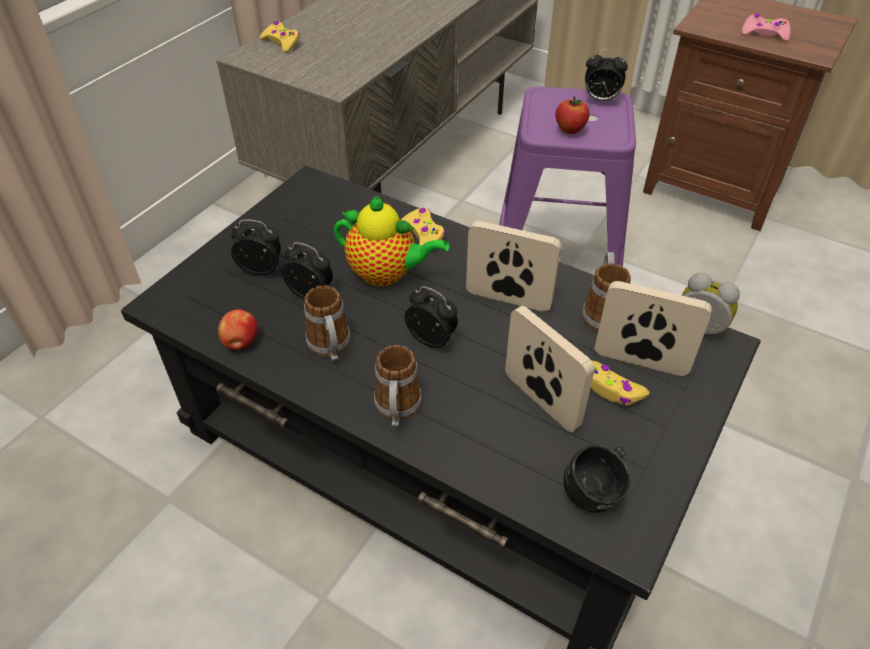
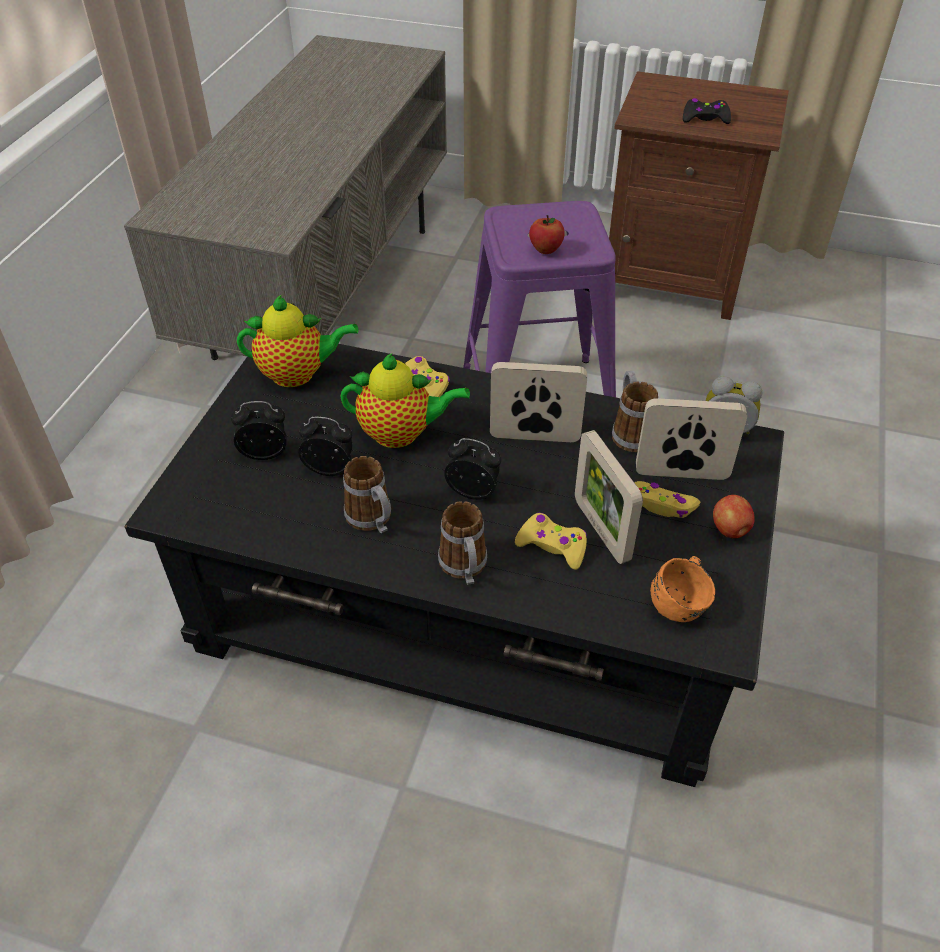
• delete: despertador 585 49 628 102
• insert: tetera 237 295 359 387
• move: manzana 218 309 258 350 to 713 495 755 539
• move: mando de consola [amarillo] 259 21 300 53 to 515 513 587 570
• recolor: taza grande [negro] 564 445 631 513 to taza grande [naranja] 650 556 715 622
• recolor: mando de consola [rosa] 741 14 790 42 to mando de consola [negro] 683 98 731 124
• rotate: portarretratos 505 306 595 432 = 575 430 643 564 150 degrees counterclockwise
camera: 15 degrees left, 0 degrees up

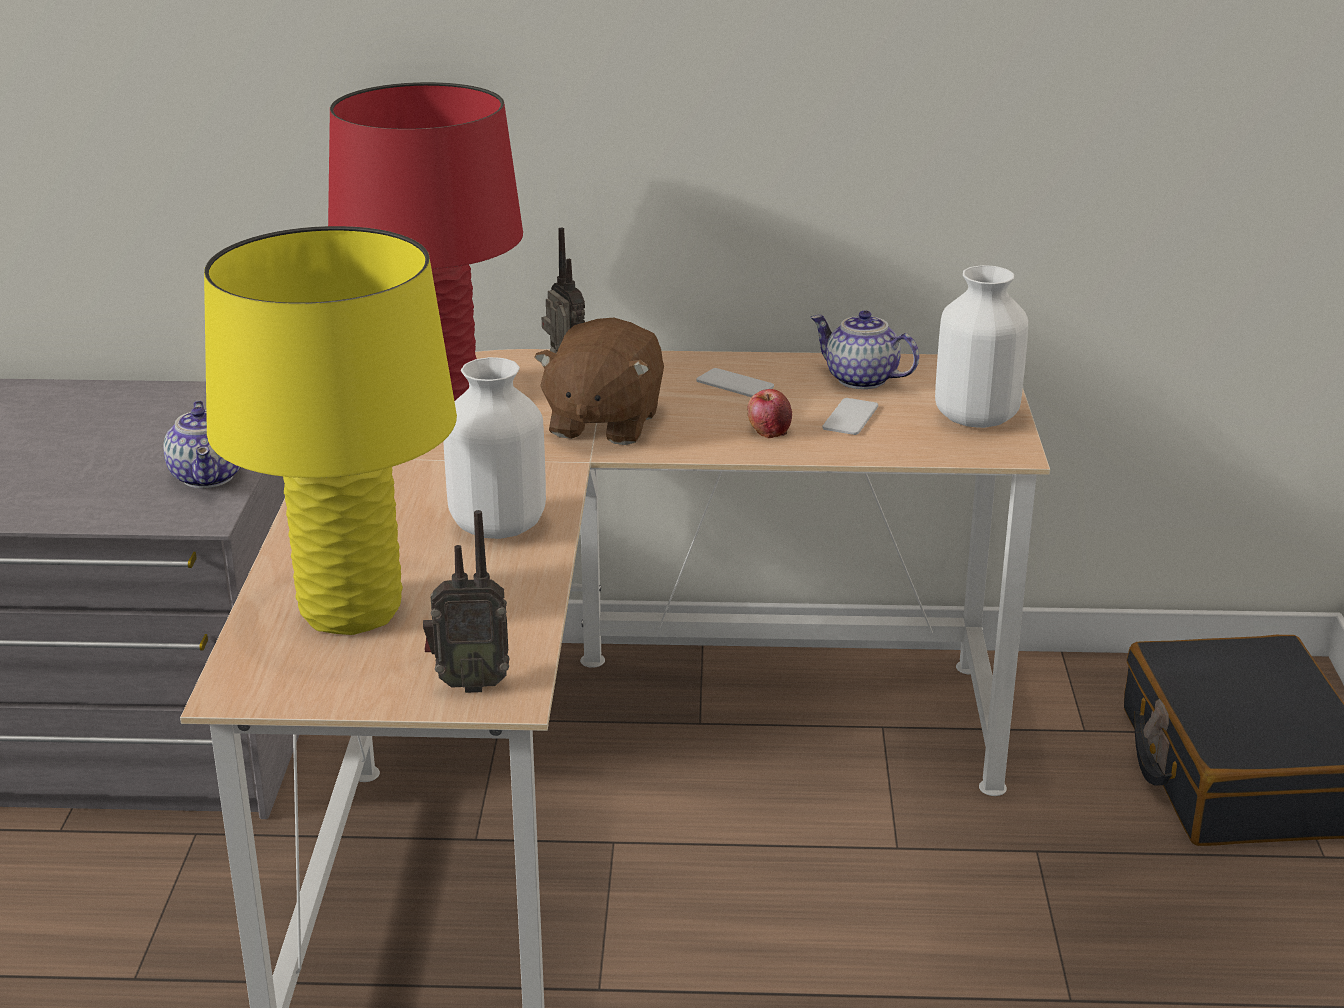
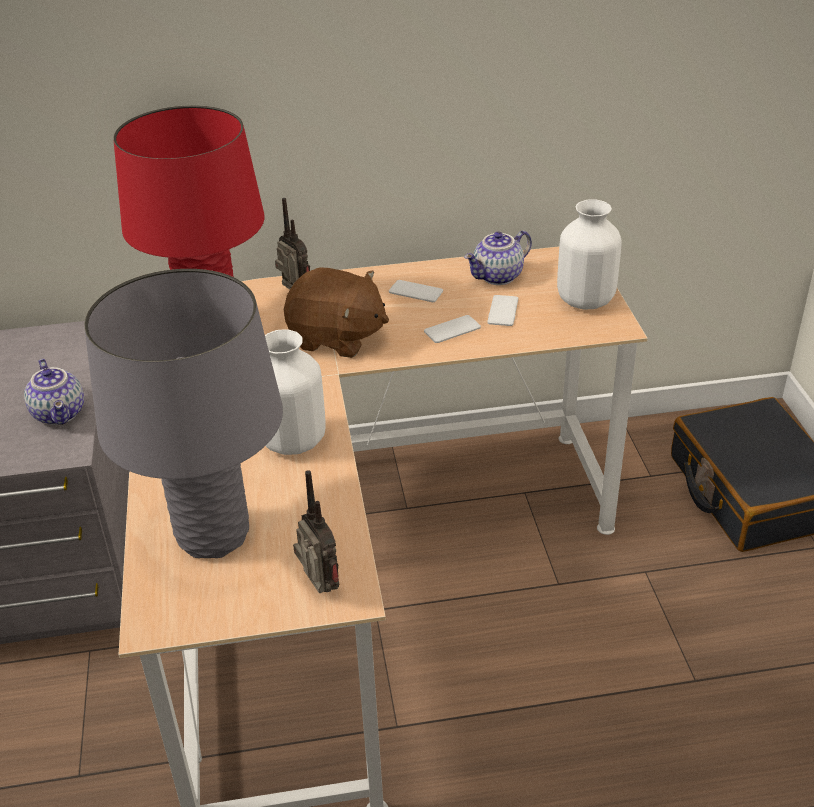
• replace: manzana 747 389 792 438 to móvil 424 315 481 343
• recolor: lámpara de mesa [amarillo] 204 226 457 635 to lámpara de mesa [gris] 84 269 283 558
• rotate: radio 423 510 510 693 = 293 470 339 594 105 degrees counterclockwise
• rotate: peluche [marrón] 534 318 664 445 = 284 267 389 358 75 degrees counterclockwise
• rotate: tetera 811 310 919 389 = 464 230 532 285 60 degrees counterclockwise
camera: 10 degrees left, 10 degrees up

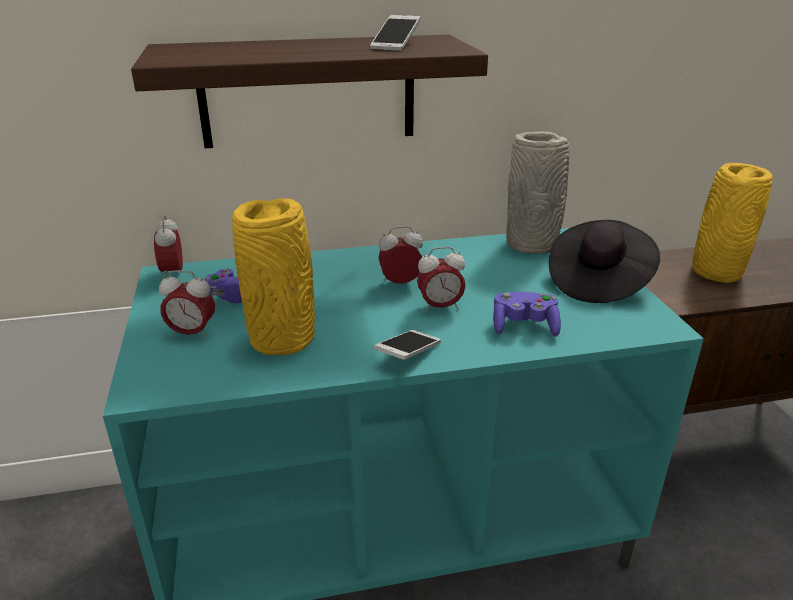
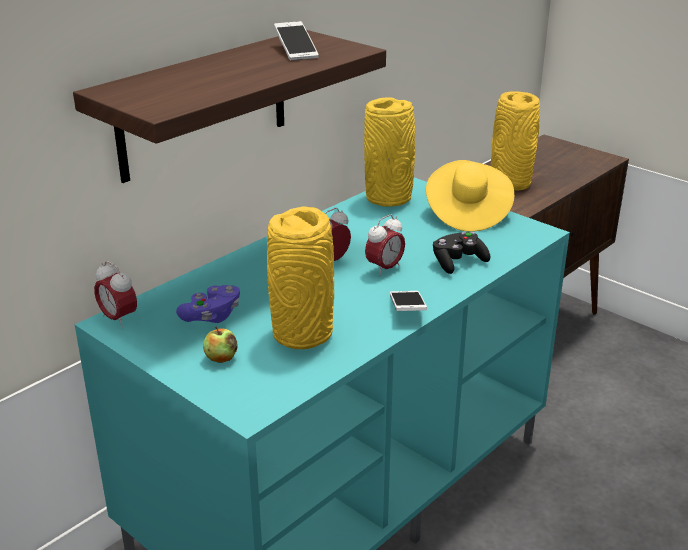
• replace: despertador 159 270 215 339 to manzana 203 327 238 363
• recolor: mando de consola [morado] 493 292 561 337 to mando de consola [negro] 433 232 490 274
• recolor: florero [gris] 506 132 569 254 to florero [amarillo] 364 97 415 207
• recolor: sombrero [negro] 549 220 660 303 to sombrero [amarillo] 426 160 514 232
camera: 35 degrees left, 0 degrees up

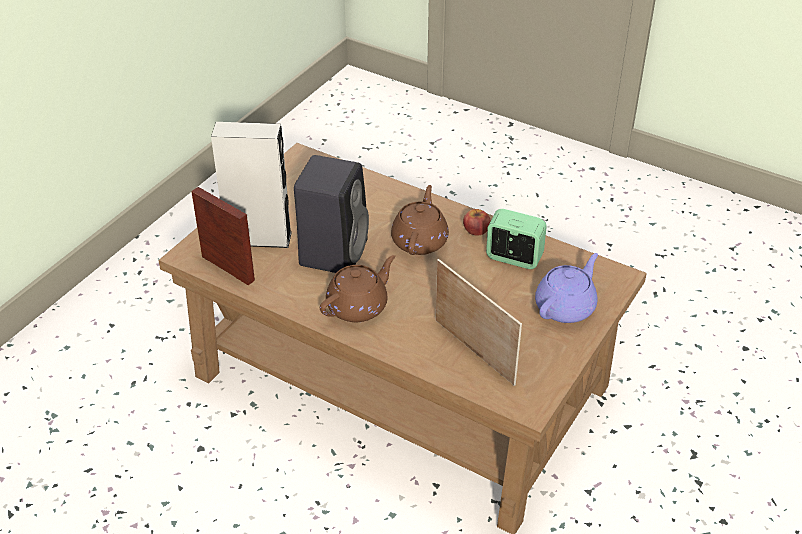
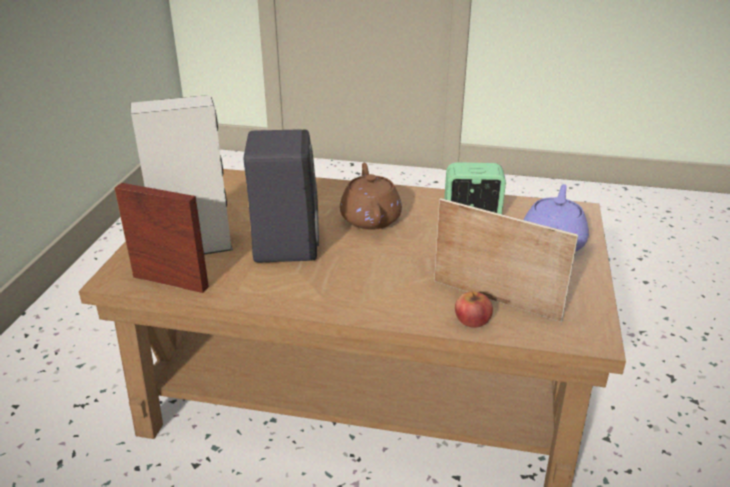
• delete: tetera [marrón] 320 255 395 322
• move: manzana 463 209 491 236 to 455 292 493 328
camera: 20 degrees left, 10 degrees down

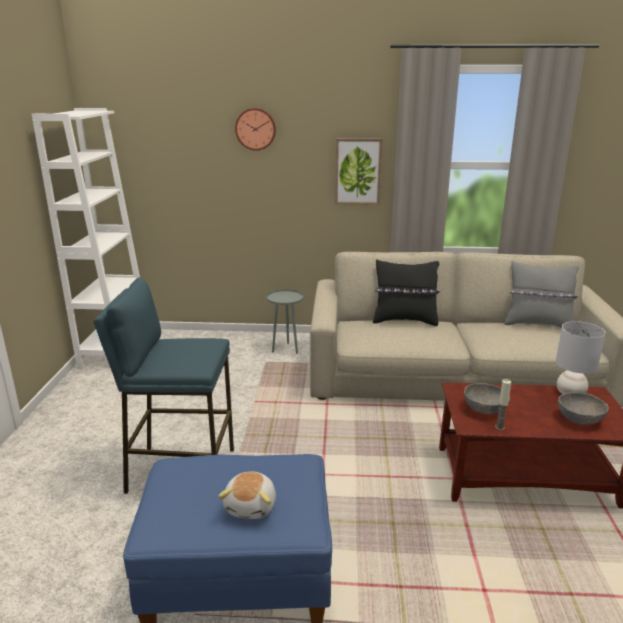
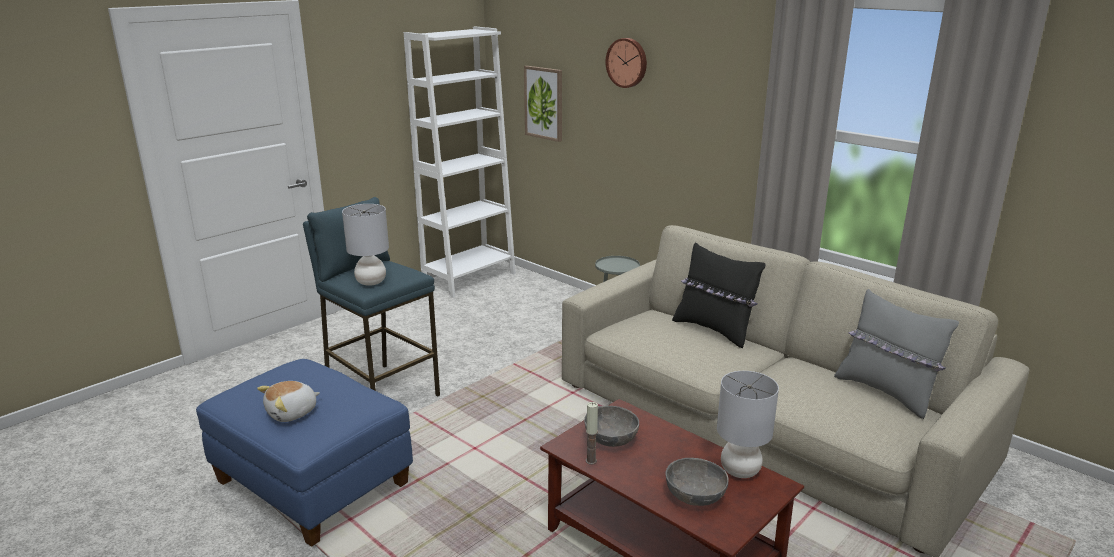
• insert: lámpara de mesa [gris] 342 204 389 286
• move: cuadro 335 138 382 205 to 524 66 562 142
camera: 40 degrees right, 0 degrees up

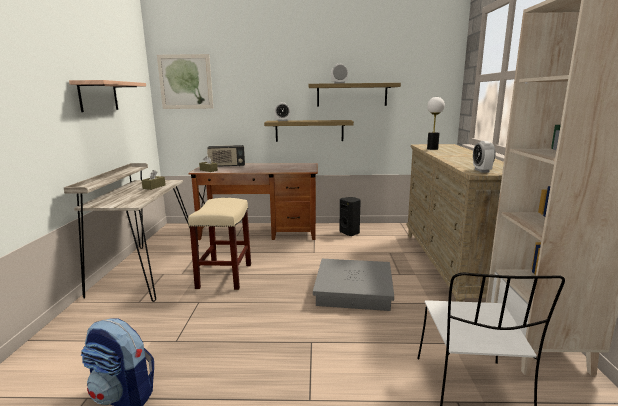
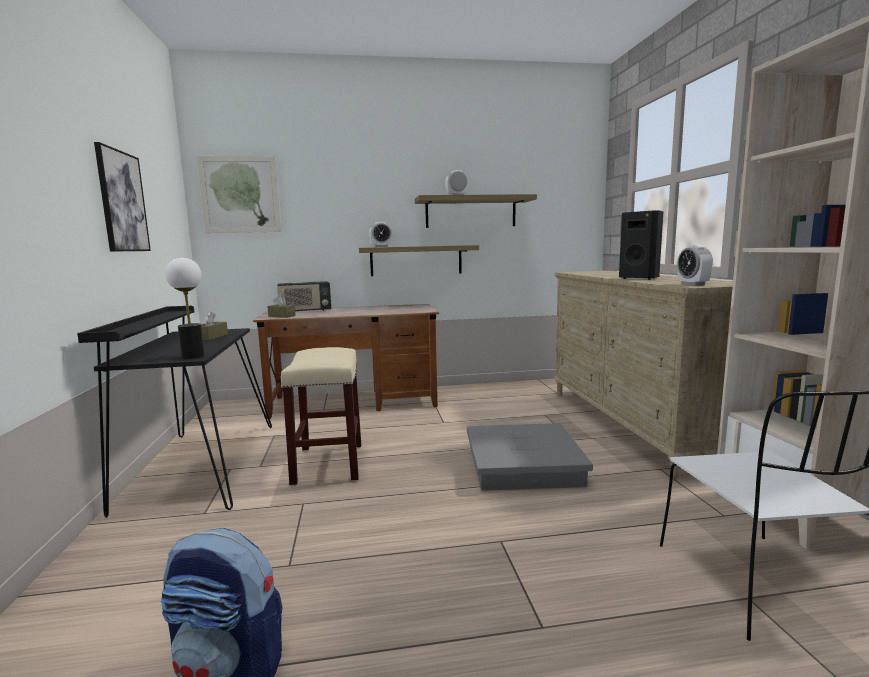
• move: altavoz [negro] 339 197 361 236 to 619 210 664 280
• move: lámpara de mesa 427 97 445 150 to 165 257 205 359
• replace: estante 69 80 146 112 to cuadro 94 142 151 252
• recolor: escritorio [beis] 64 163 199 302 to escritorio [negro] 77 306 272 518
camera: 10 degrees left, 5 degrees down

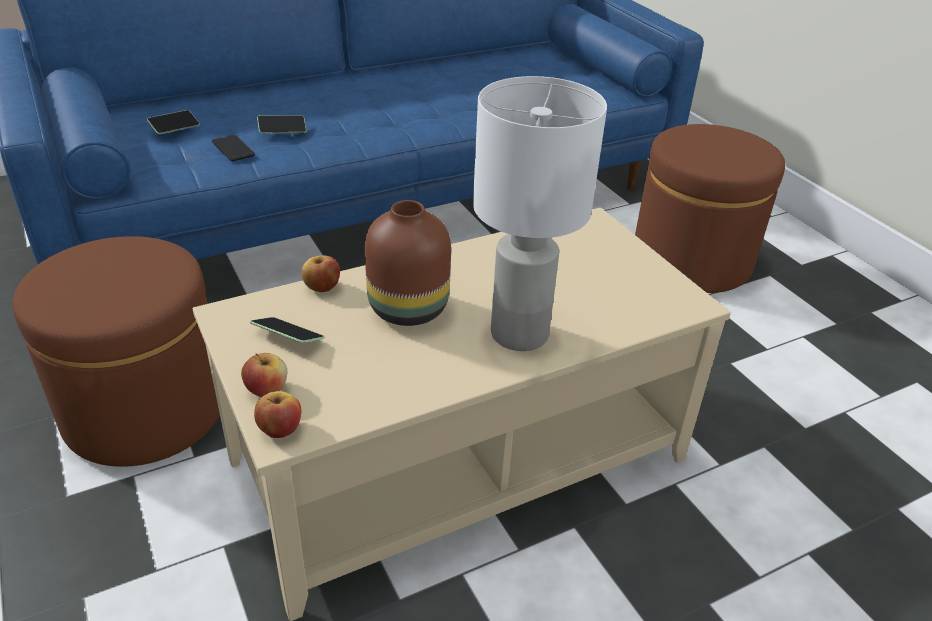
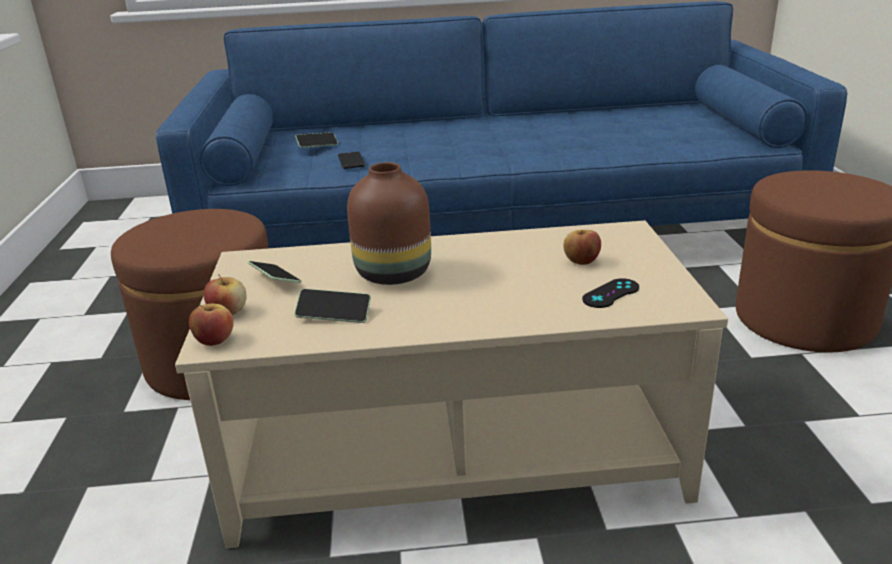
• delete: lámpara de mesa [blanco] 473 76 607 351
• insert: mando de consola [negro] 582 278 639 308
• move: móvil 257 115 307 134 to 294 289 371 323
• move: manzana 301 255 340 292 to 563 230 601 265
camera: 25 degrees right, 10 degrees down

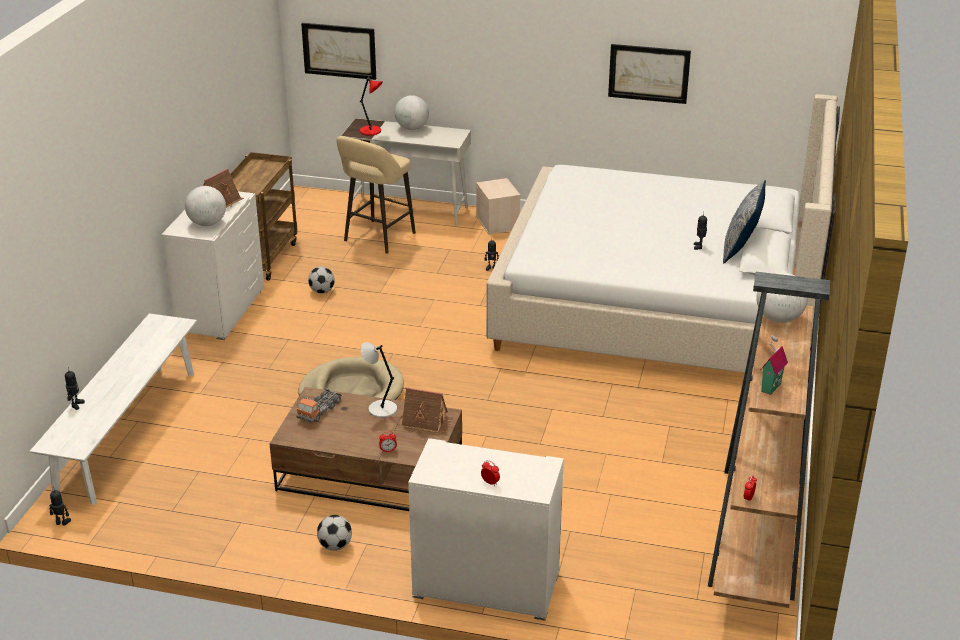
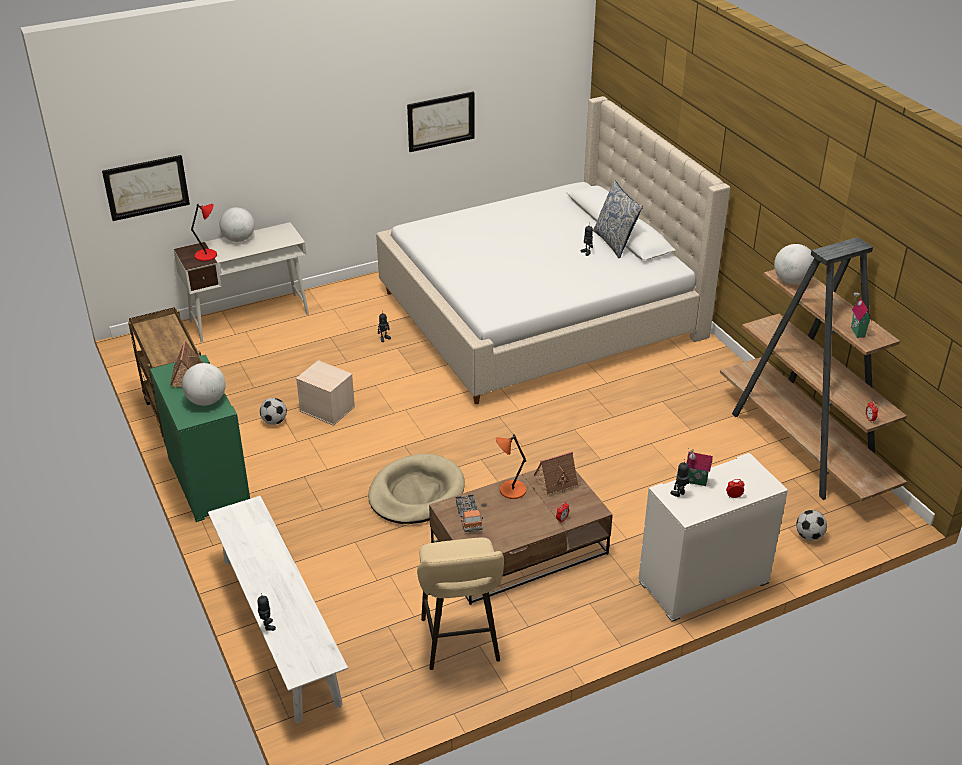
• insert: casita 687 448 713 486
• move: robot de juguete 50 490 71 525 to 670 459 689 497
• move: balón de fútbol 317 515 352 551 to 796 510 827 540
• move: taburete [beis] 336 136 416 254 to 417 538 504 670
• move: caja de almacenaje [beis] 476 178 520 234 to 296 360 355 426
• recolor: cómoda [blanco] 161 191 264 340 to cómoda [verde] 150 355 250 522
• recolor: lámpara de mesa [gris] 361 342 397 418 to lámpara de mesa [naranja] 496 434 527 499
camera: 40 degrees left, 5 degrees up

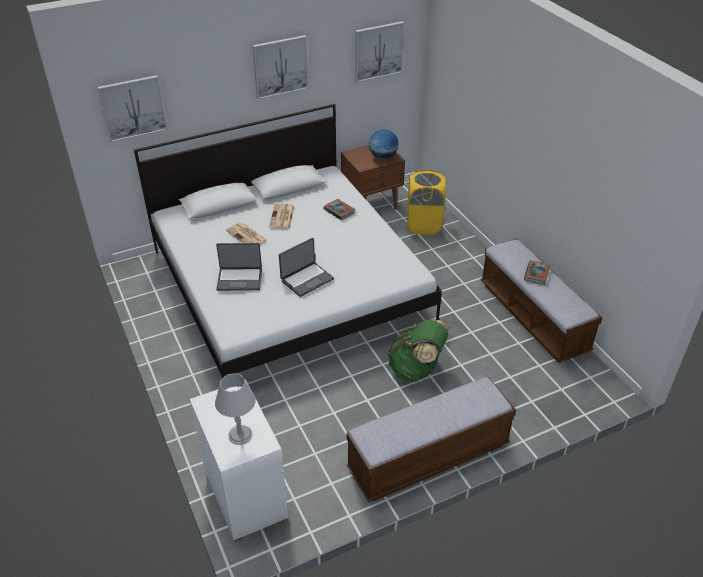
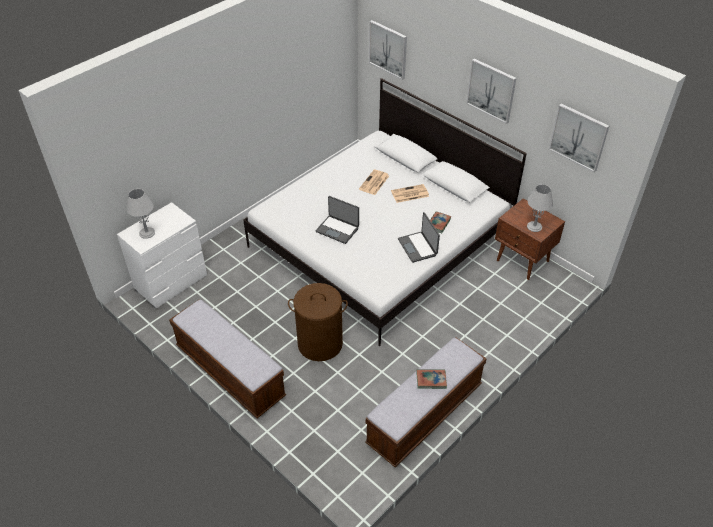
• delete: cesto de la ropa [amarillo] 407 169 446 235
• move: portátil 216 243 262 291 to 398 212 440 263
• replace: globo terráqueo 369 129 398 160 to lámpara de mesa [gris] 527 184 553 232
• replace: mochila [verde] 388 319 449 382 to cesto de la ropa [marrón] 288 283 348 361
camera: 70 degrees right, 5 degrees up

